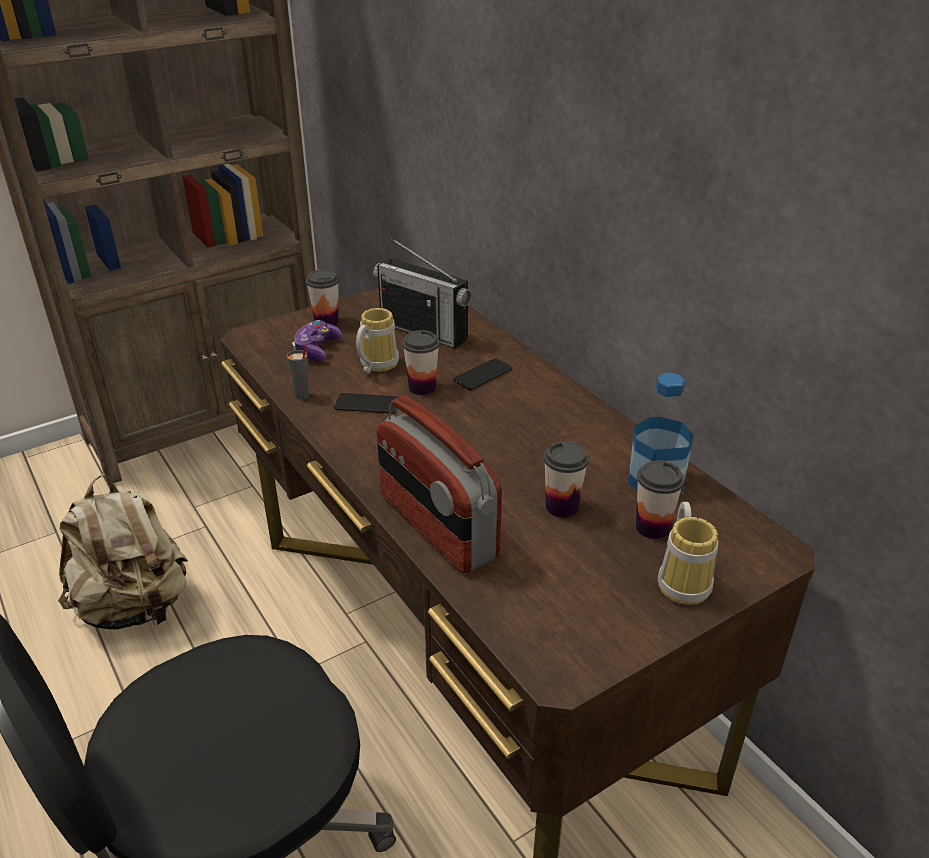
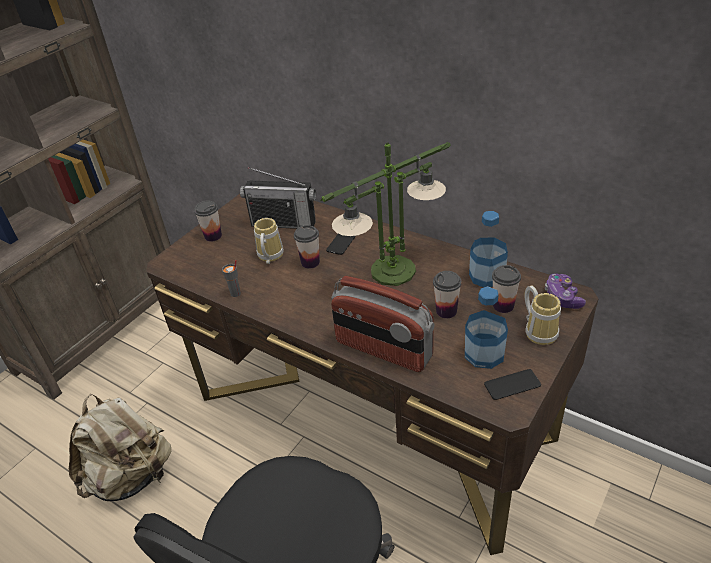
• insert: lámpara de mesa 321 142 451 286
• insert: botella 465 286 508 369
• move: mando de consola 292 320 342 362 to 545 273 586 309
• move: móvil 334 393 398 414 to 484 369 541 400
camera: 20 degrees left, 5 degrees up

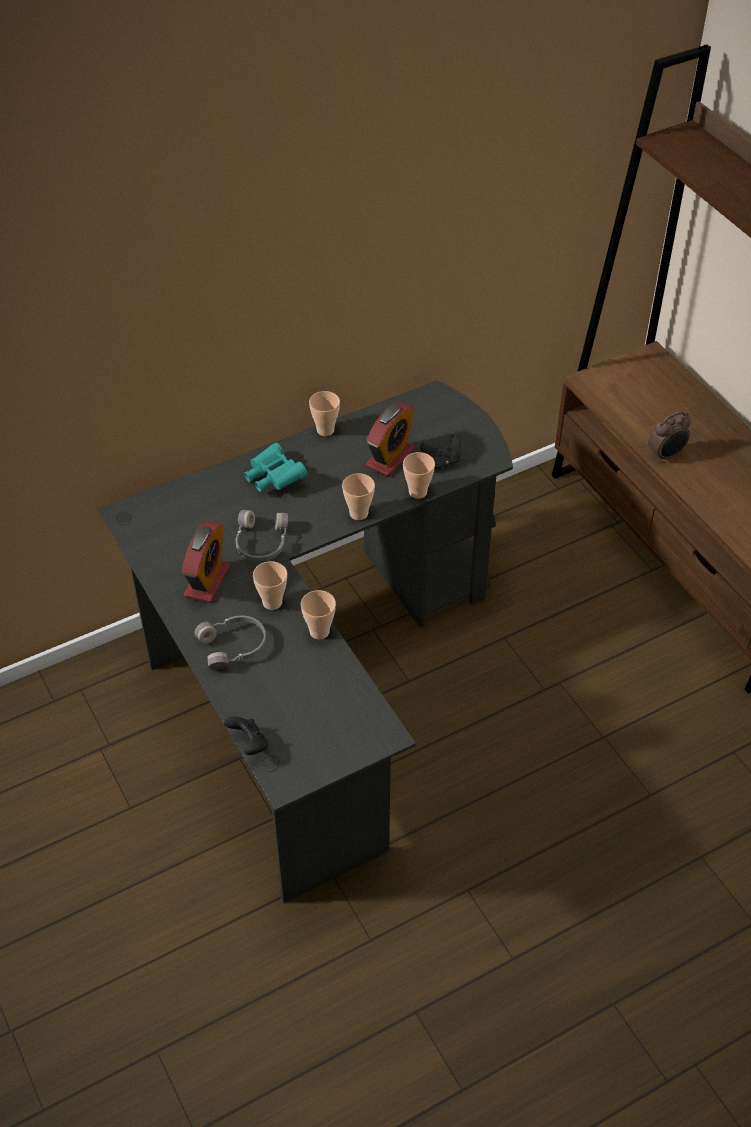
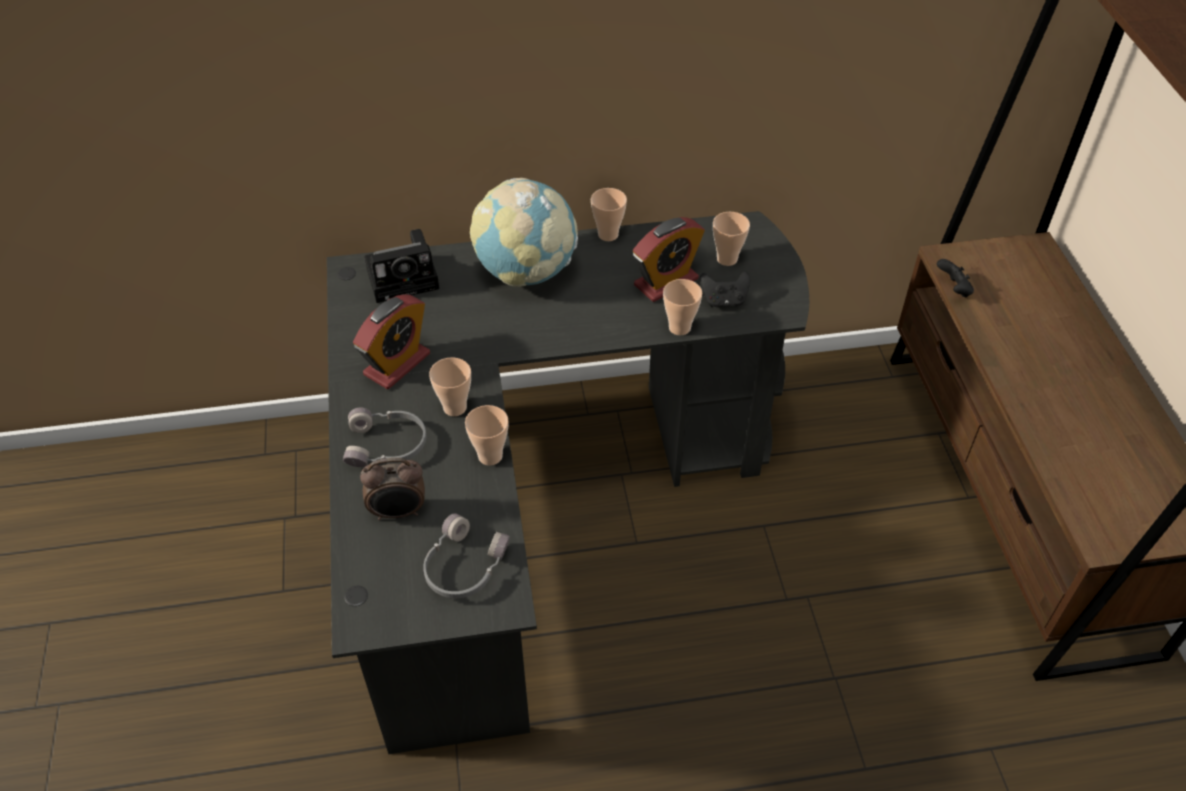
• insert: cámara 364 229 439 303
• move: mando de consola [negro] 224 716 269 755 to 937 259 974 297
• move: auriculares [gris] 236 510 288 561 to 423 513 510 598
• move: taza 342 473 375 520 to 713 212 750 266
• move: despertador 648 411 691 463 to 360 458 425 520
• replace: prismáticos [turquesa] 244 443 307 492 to globo terráqueo 470 178 578 287
camera: 20 degrees right, 0 degrees up

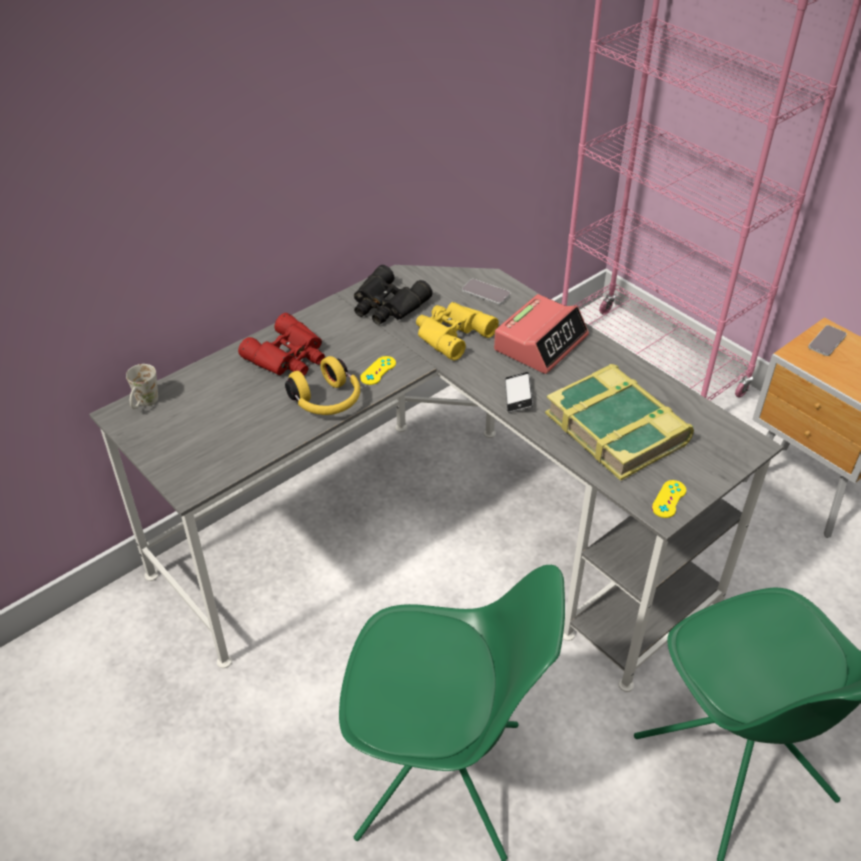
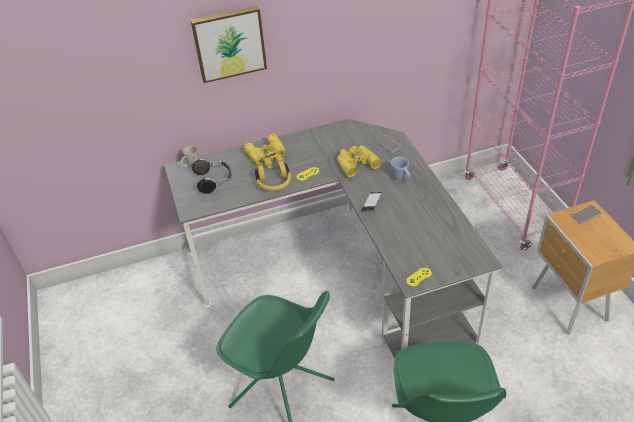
• delete: prismáticos [negro] 354 265 432 325
• delete: libro 545 364 694 481
• insert: cuadro 190 5 267 83
• insert: auriculares 192 158 231 194
• replace: despertador 494 294 589 374 to taza grande [azul] 391 157 410 180
• recolor: prismáticos [rojo] 238 313 325 376 to prismáticos [amarillo] 243 134 287 169
camera: 25 degrees right, 0 degrees up

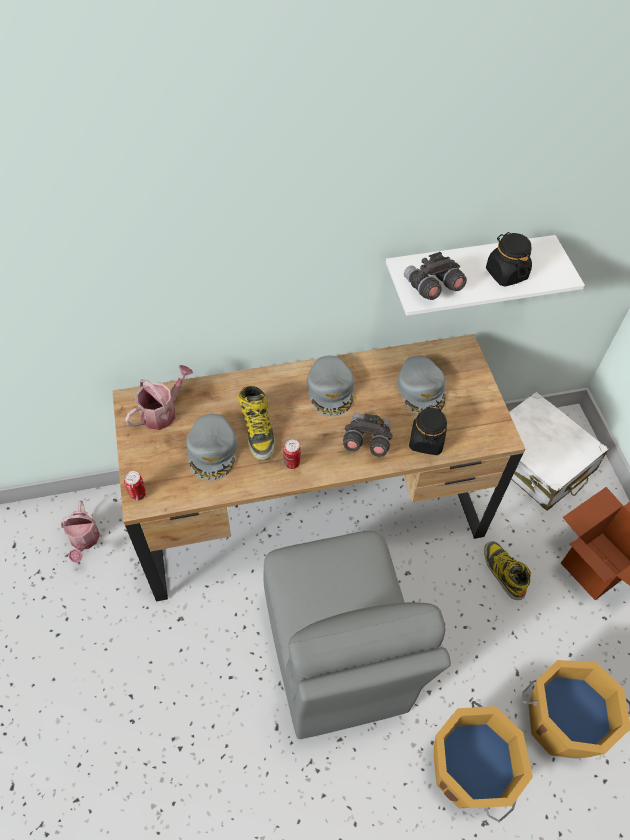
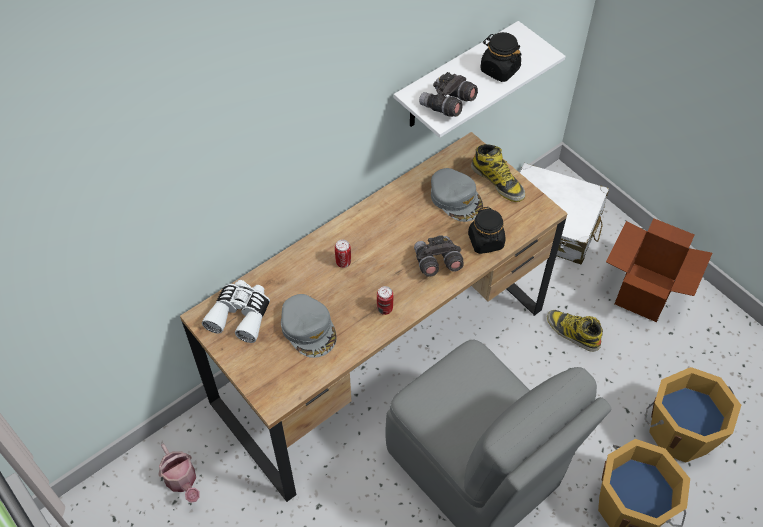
• delete: gorra [gris] 307 356 354 416
• move: lata 124 471 146 501 to 335 240 351 268
• move: bota 238 386 275 460 to 471 144 525 202
• replace: regadera 125 365 194 430 to prismáticos [blanco] 202 280 270 343
camera: 25 degrees left, 0 degrees up

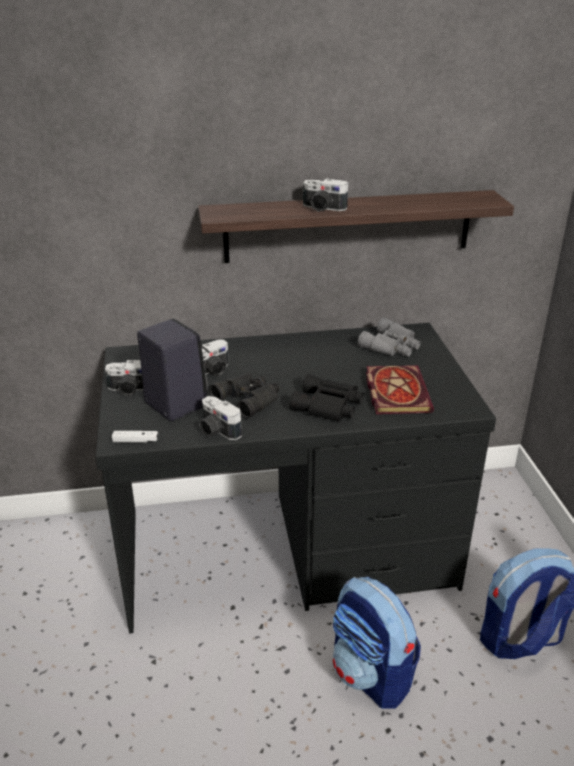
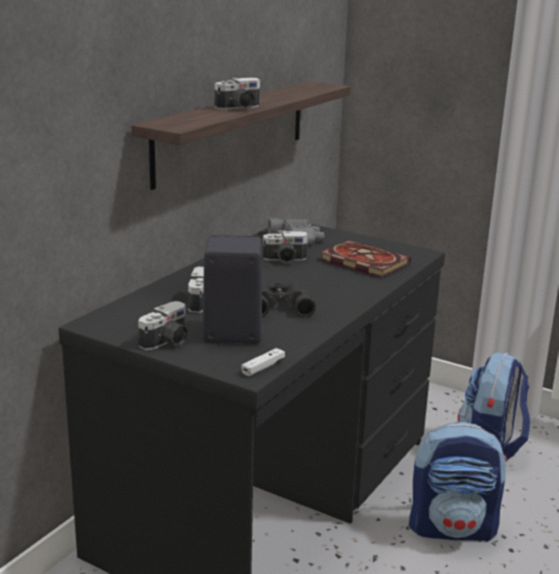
• delete: prismáticos [negro] 289 374 364 422
• move: cámara 199 396 242 440 to 263 231 308 264
camera: 50 degrees left, 10 degrees down

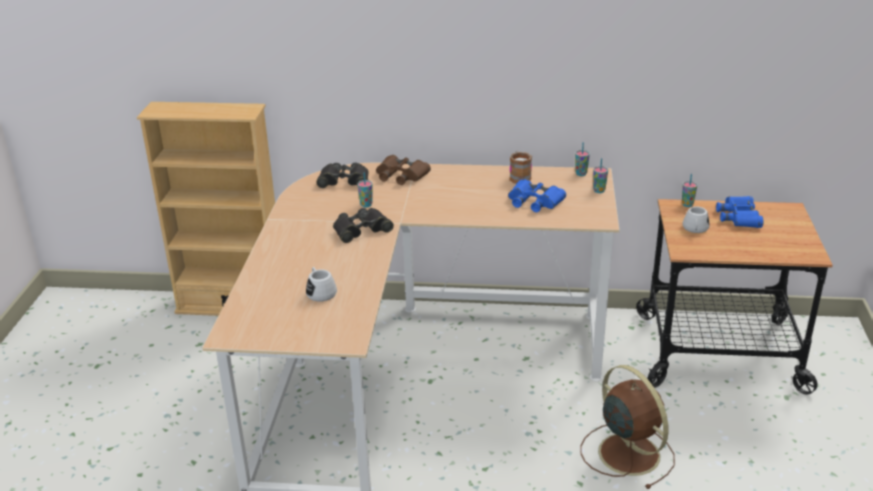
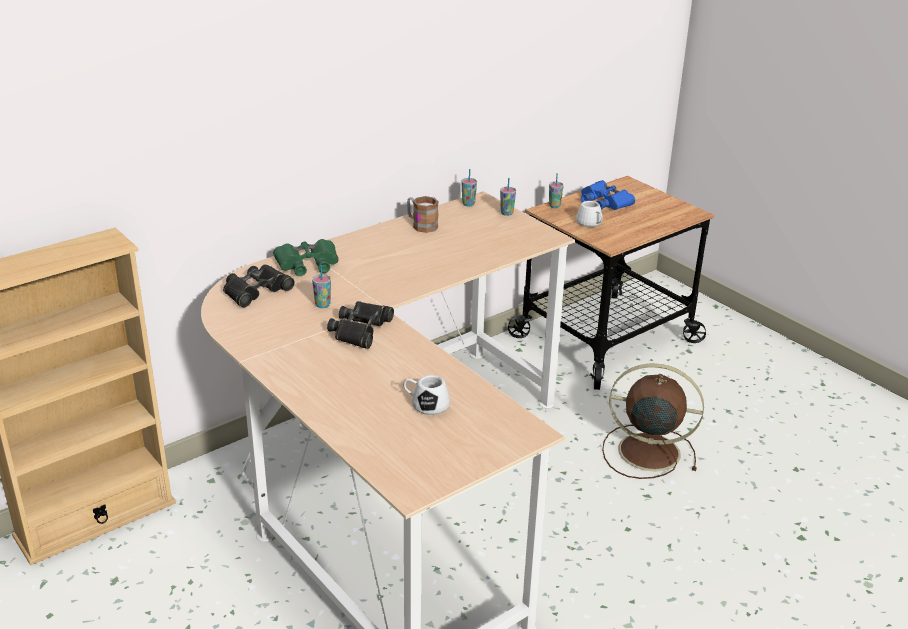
• delete: prismáticos [azul] 508 179 566 212
• recolor: prismáticos [marrón] 376 155 431 185 to prismáticos [verde] 273 239 339 276
camera: 45 degrees left, 0 degrees up

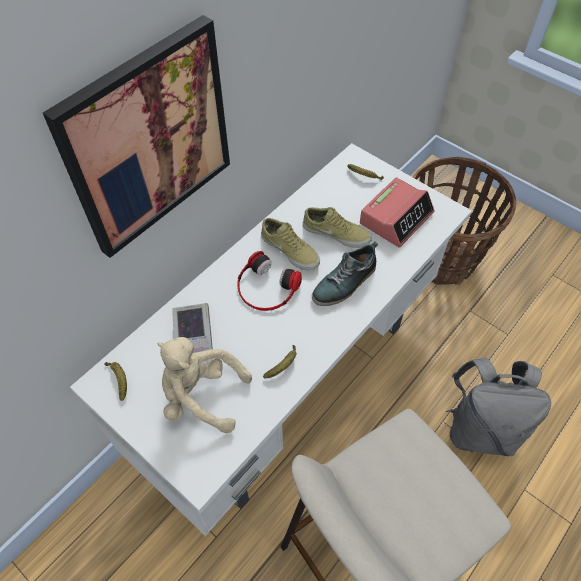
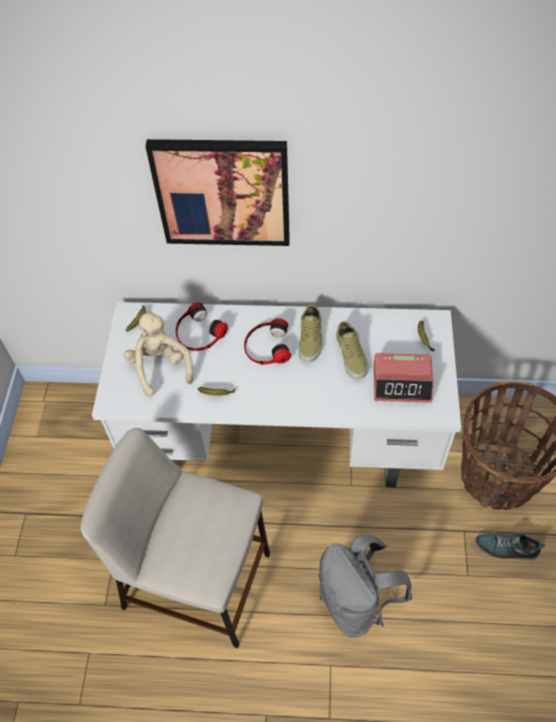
• move: zapato 312 241 378 306 to 475 532 545 560
• replace: libro 172 303 213 353 to auriculares 176 302 228 351
camera: 55 degrees right, 0 degrees up

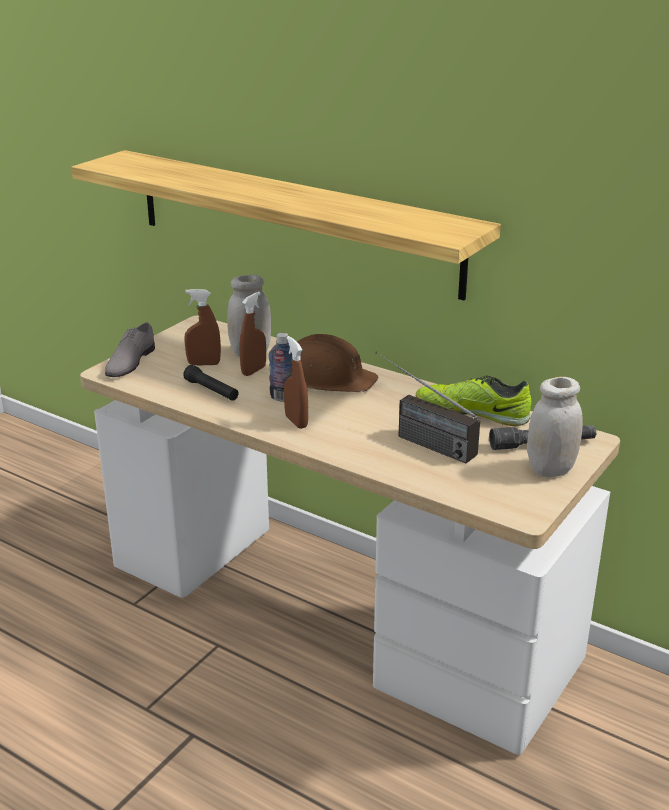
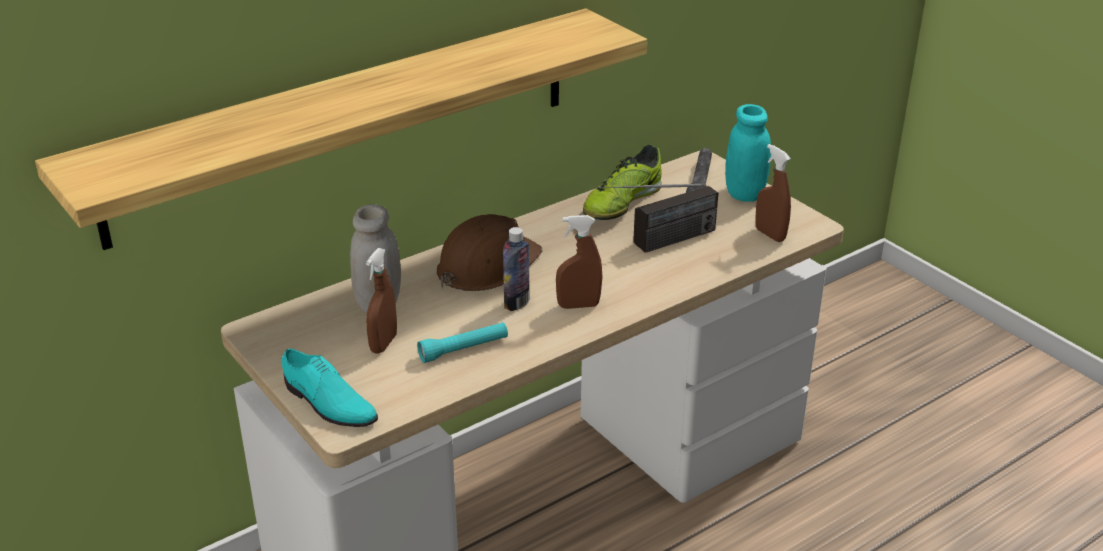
• move: pulverizador [marrón] 239 292 266 376 to 755 144 791 242
• recolor: zapato [gris] 105 323 155 377 to zapato [turquesa] 282 349 378 427
• recolor: linterna [negro] 183 365 239 401 to linterna [turquesa] 417 322 508 363
• recolor: tarro [blanco] 527 377 583 477 to tarro [turquesa] 725 104 771 202
camera: 70 degrees left, 5 degrees up

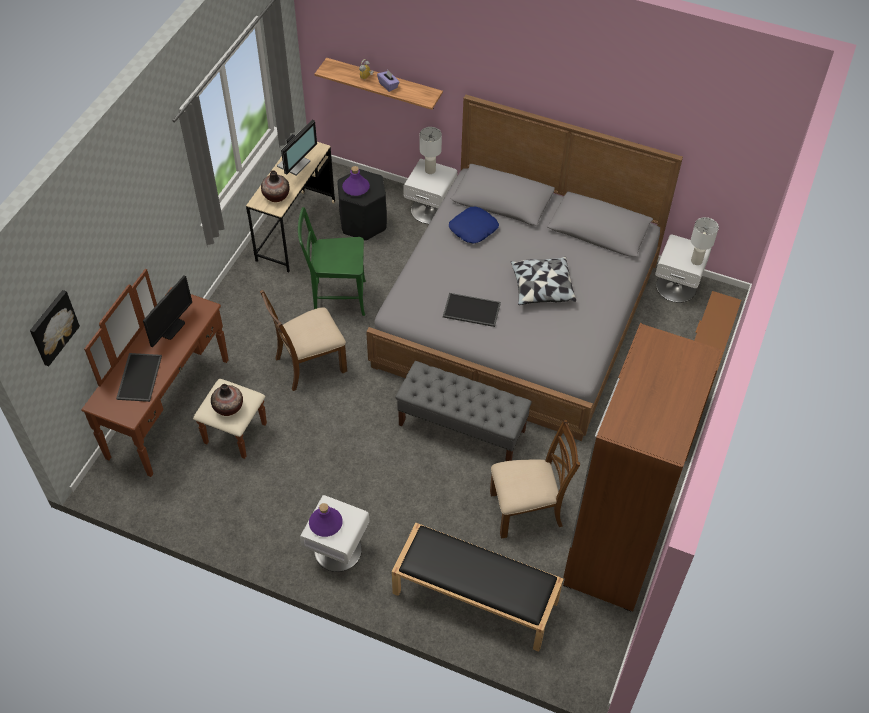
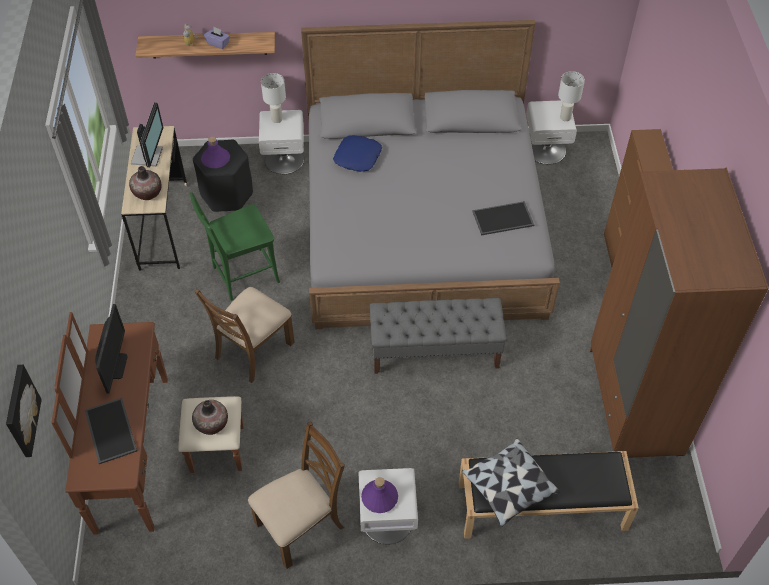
• move: bandeja 443 293 501 327 to 472 201 534 236
• move: silla [marrón] 490 420 580 538 to 248 422 345 569
• move: cojín 511 257 576 305 to 462 438 560 527
camera: 25 degrees left, 0 degrees up

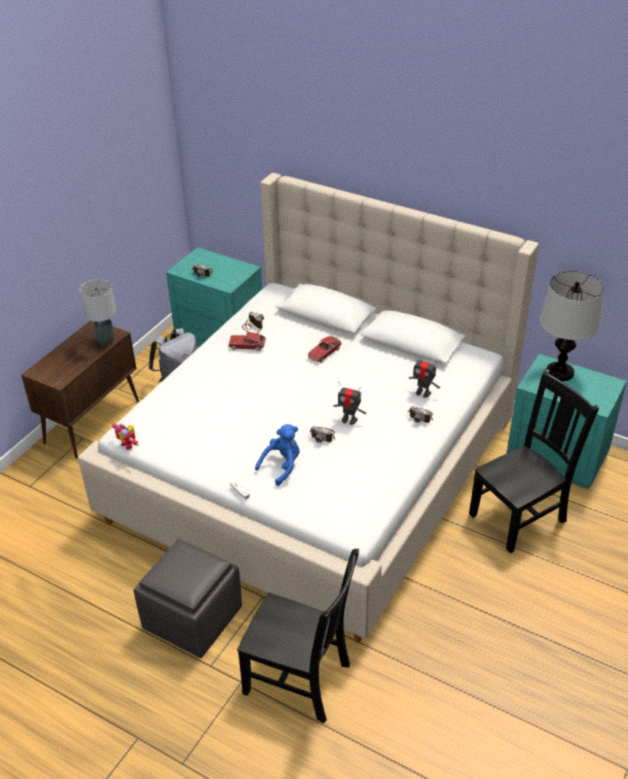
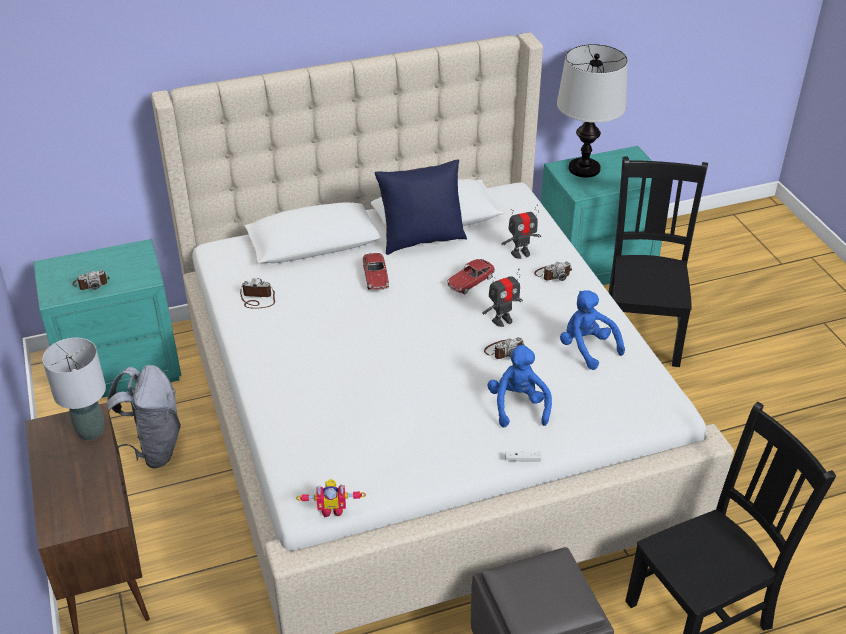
• insert: cojín [azul] 375 160 467 255
• insert: peluche [azul] 560 290 625 370
• move: coche de juguete 228 332 266 351 to 447 259 495 294
camera: 50 degrees left, 0 degrees up

